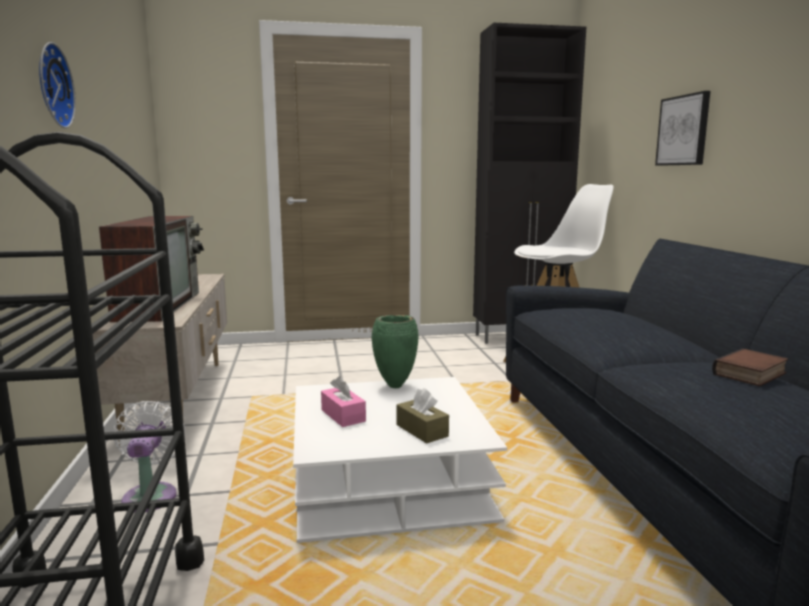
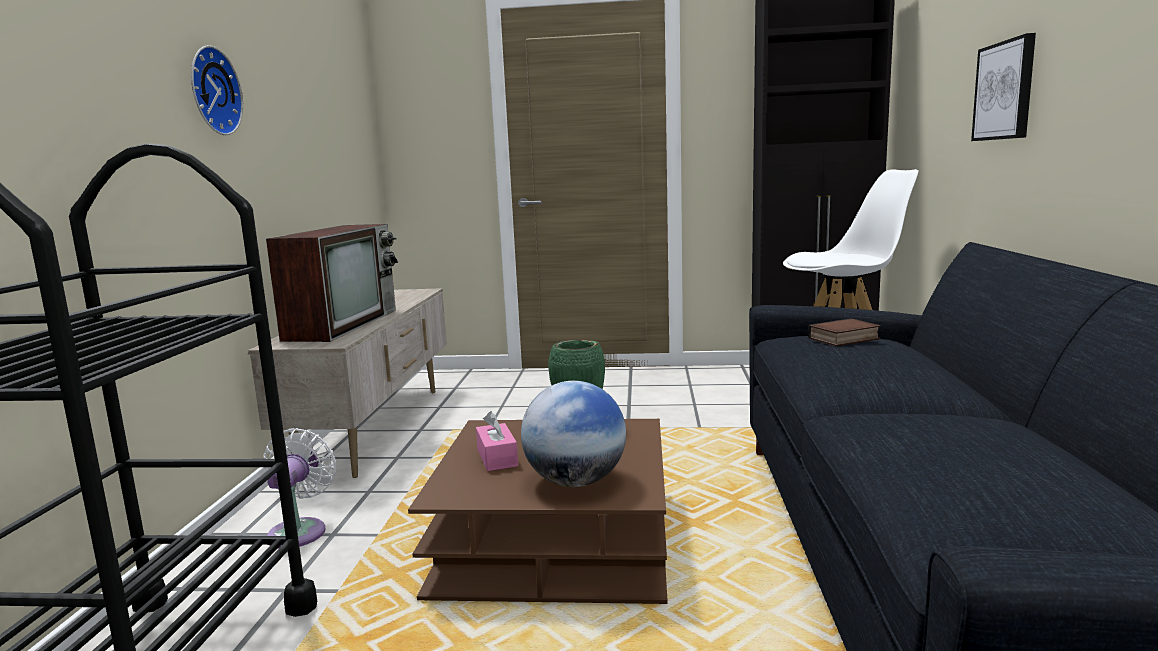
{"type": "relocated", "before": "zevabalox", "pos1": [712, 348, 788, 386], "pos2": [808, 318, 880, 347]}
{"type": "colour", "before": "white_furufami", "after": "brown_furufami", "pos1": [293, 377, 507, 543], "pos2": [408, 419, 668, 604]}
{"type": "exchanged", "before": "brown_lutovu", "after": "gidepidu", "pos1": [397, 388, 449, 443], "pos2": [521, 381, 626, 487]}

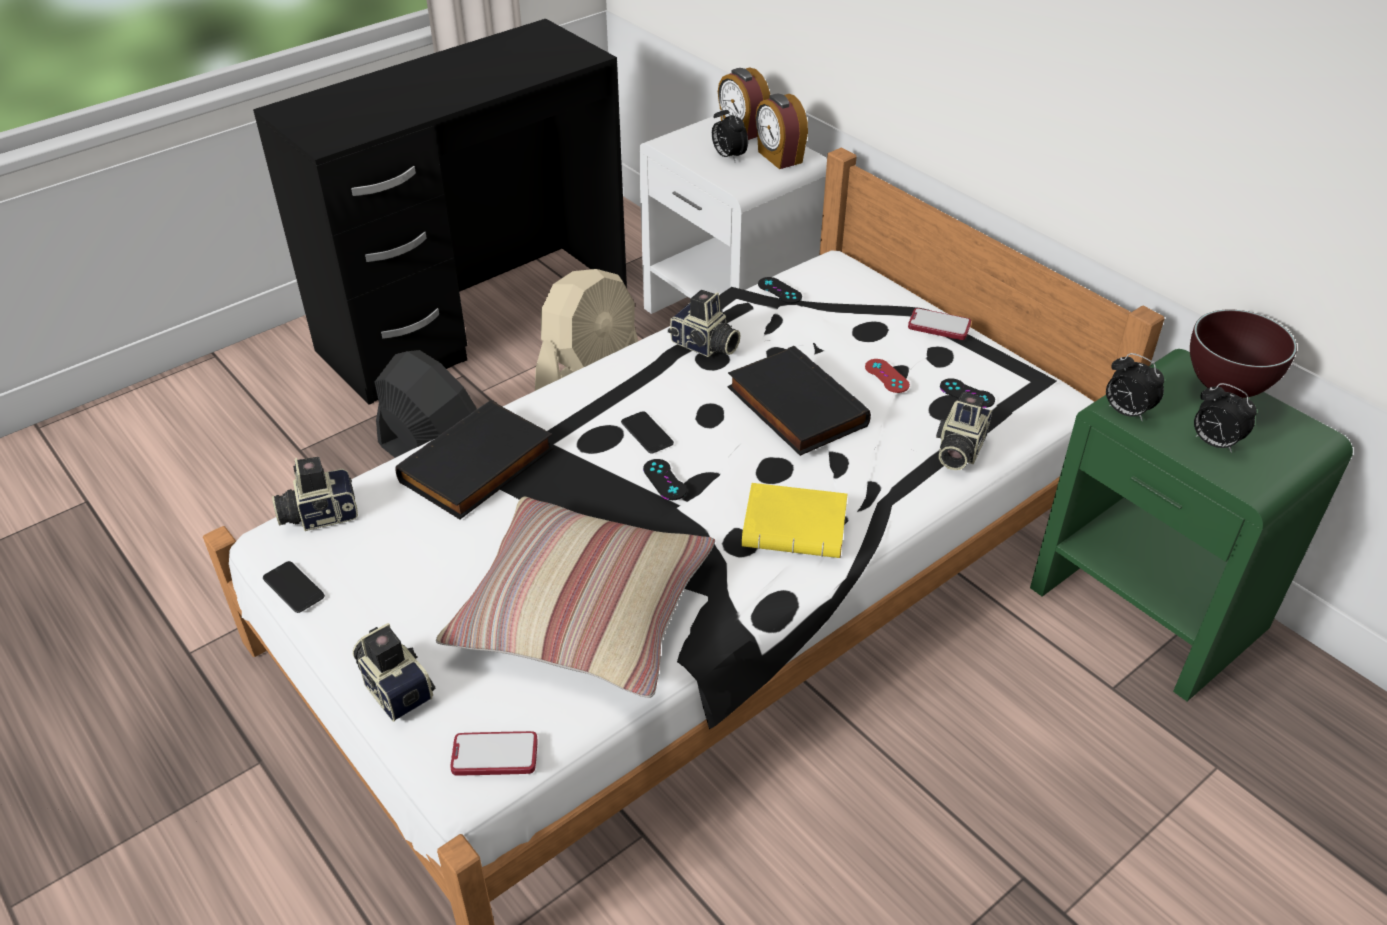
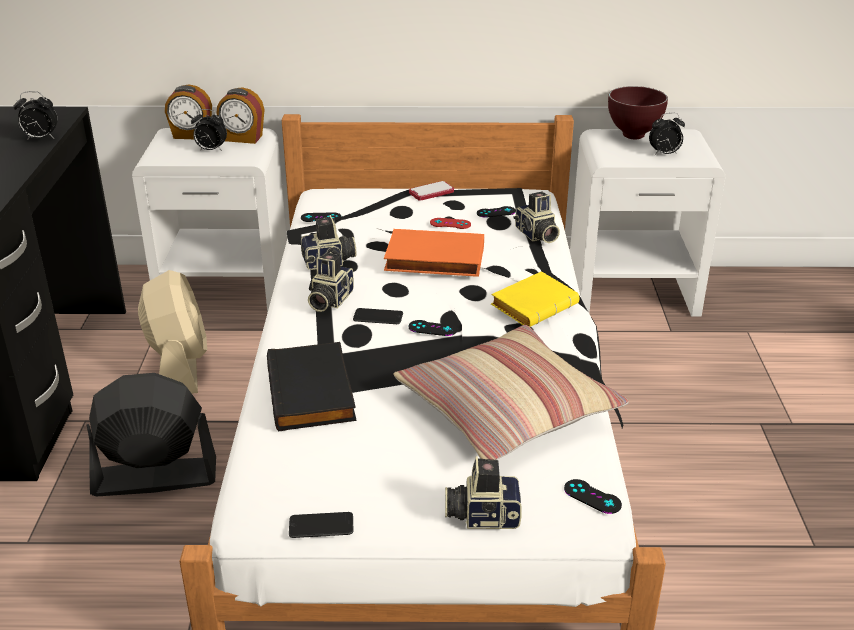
{"type": "colour", "before": "black_zevabalox", "after": "orange_zevabalox", "pos1": [728, 346, 871, 456], "pos2": [384, 229, 484, 277]}
{"type": "colour", "before": "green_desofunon", "after": "white_desofunon", "pos1": [1030, 349, 1353, 701], "pos2": [570, 129, 725, 317]}
{"type": "relocated", "before": "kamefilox", "pos1": [1106, 353, 1164, 422], "pos2": [13, 91, 58, 139]}
{"type": "relocated", "before": "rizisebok", "pos1": [272, 457, 358, 531], "pos2": [308, 253, 354, 312]}
{"type": "exchanged", "before": "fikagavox", "after": "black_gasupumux", "pos1": [450, 731, 538, 775], "pos2": [564, 479, 622, 514]}

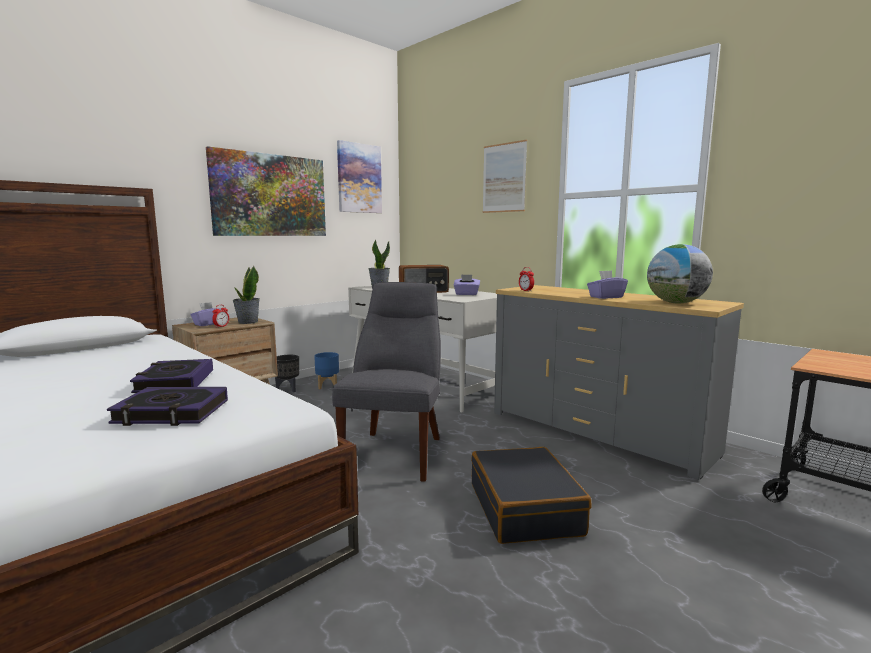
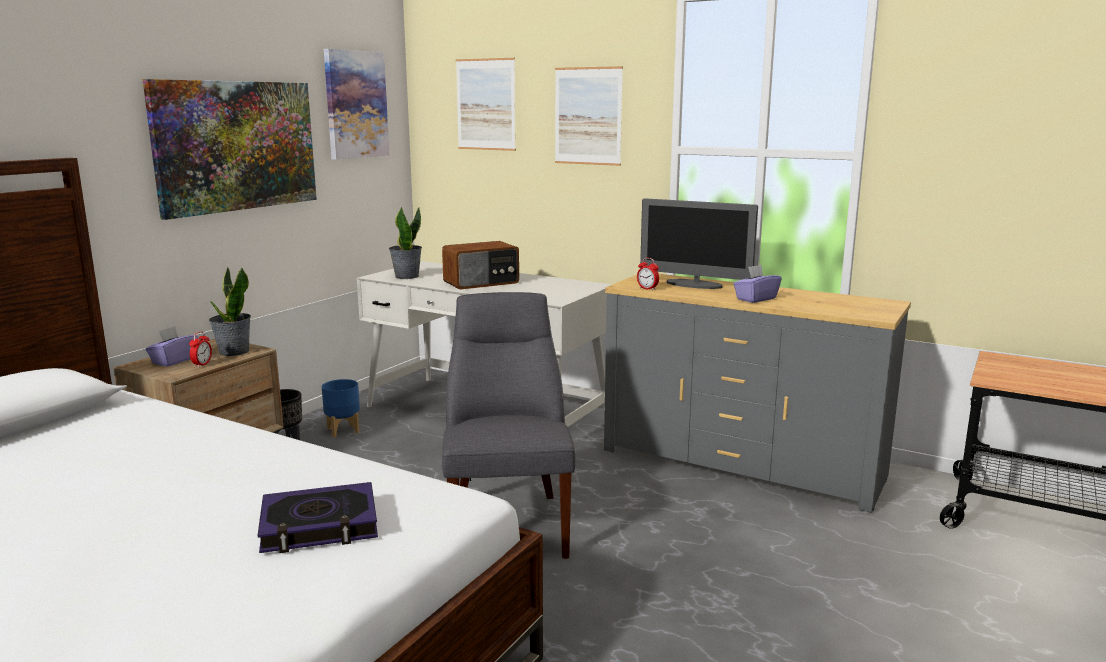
{"type": "missing", "before": "gidepidu", "pos1": [647, 244, 713, 304]}
{"type": "missing", "before": "purple_lutovu", "pos1": [454, 274, 480, 295]}
{"type": "missing", "before": "zevabalox", "pos1": [130, 359, 213, 393]}
{"type": "missing", "before": "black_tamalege", "pos1": [471, 447, 591, 544]}
{"type": "appeared", "after": "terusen", "pos2": [456, 58, 516, 151]}
{"type": "appeared", "after": "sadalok", "pos2": [640, 198, 758, 289]}

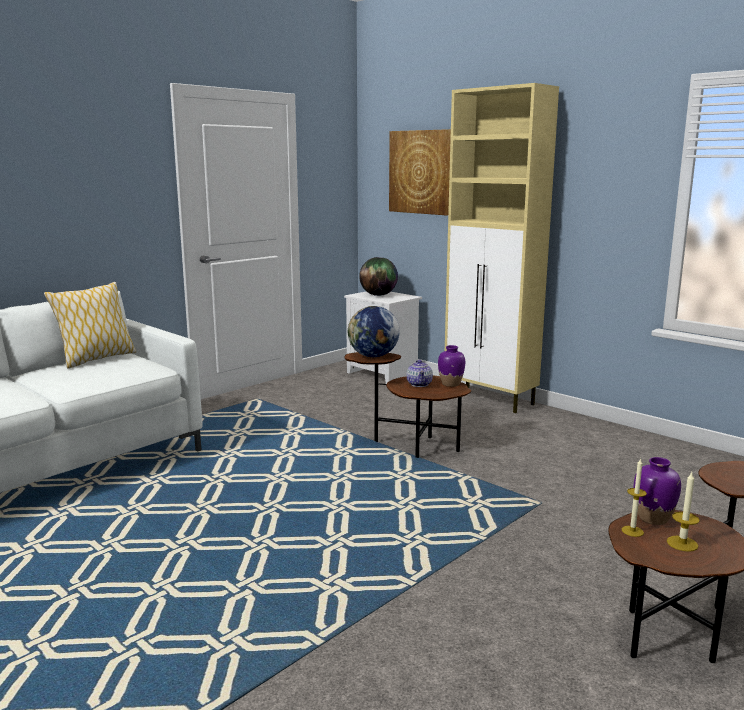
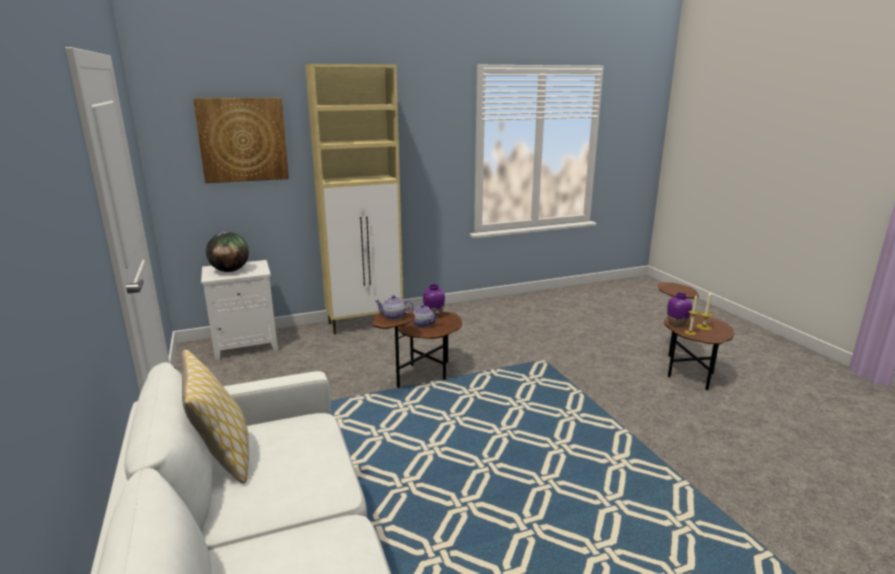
{"type": "exchanged", "before": "gidepidu", "after": "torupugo", "pos1": [348, 306, 400, 357], "pos2": [374, 295, 413, 320]}

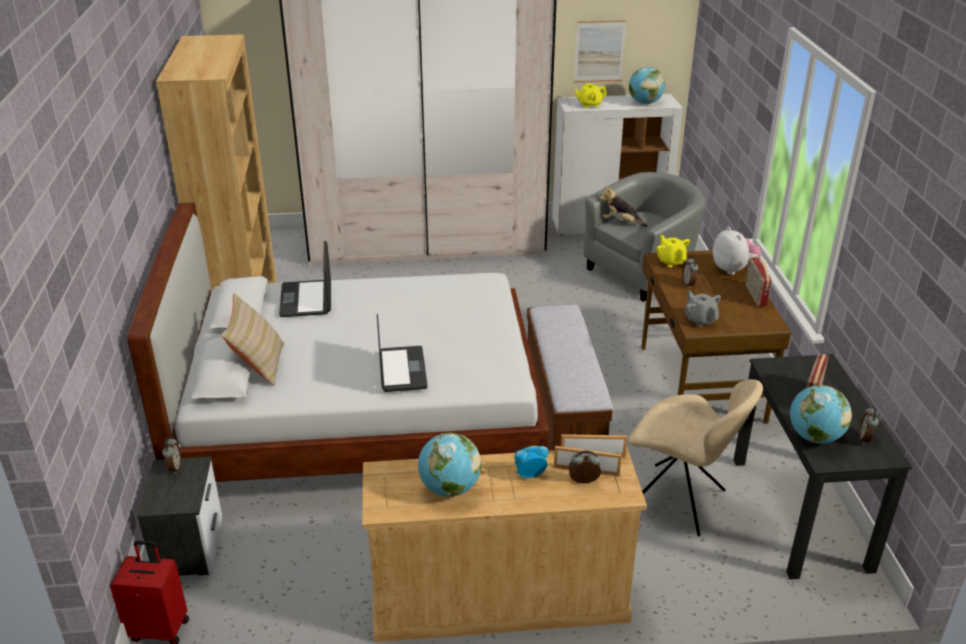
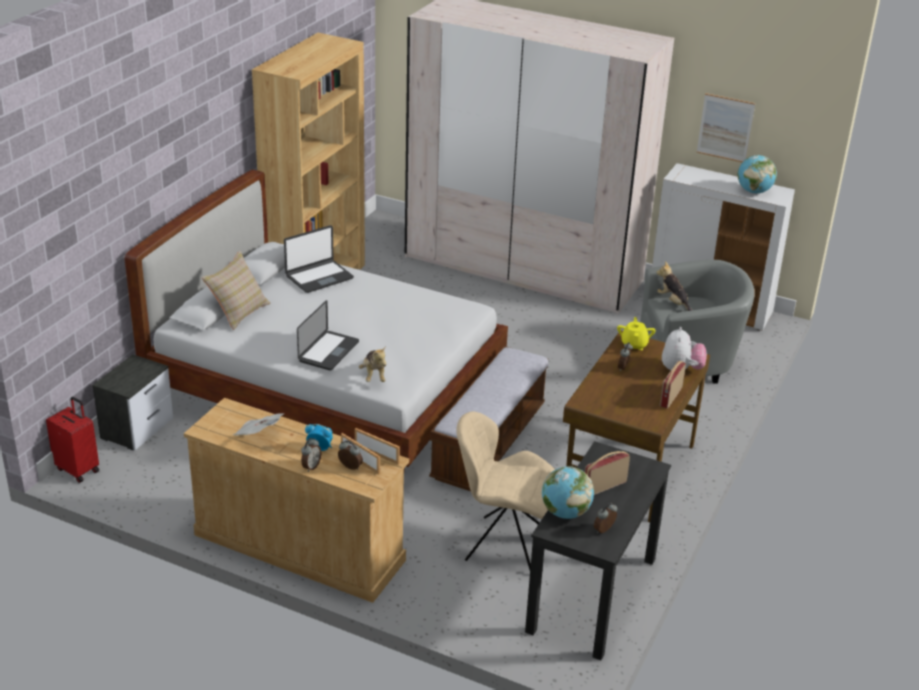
{"type": "missing", "before": "yellow_torupugo", "pos1": [574, 83, 607, 108]}
{"type": "spun", "before": "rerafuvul", "pos1": [279, 241, 331, 317], "pos2": [284, 225, 354, 293], "turn": -150}
{"type": "missing", "before": "grey_torupugo", "pos1": [685, 290, 721, 327]}
{"type": "spun", "before": "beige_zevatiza", "pos1": [629, 379, 763, 536], "pos2": [456, 411, 555, 570], "turn": 135}
{"type": "exchanged", "before": "gidepidu", "after": "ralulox", "pos1": [418, 433, 481, 497], "pos2": [233, 413, 283, 436]}
{"type": "relocated", "before": "kamefilox", "pos1": [162, 437, 182, 474], "pos2": [301, 438, 321, 472]}
{"type": "appeared", "after": "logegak", "pos2": [359, 346, 386, 382]}

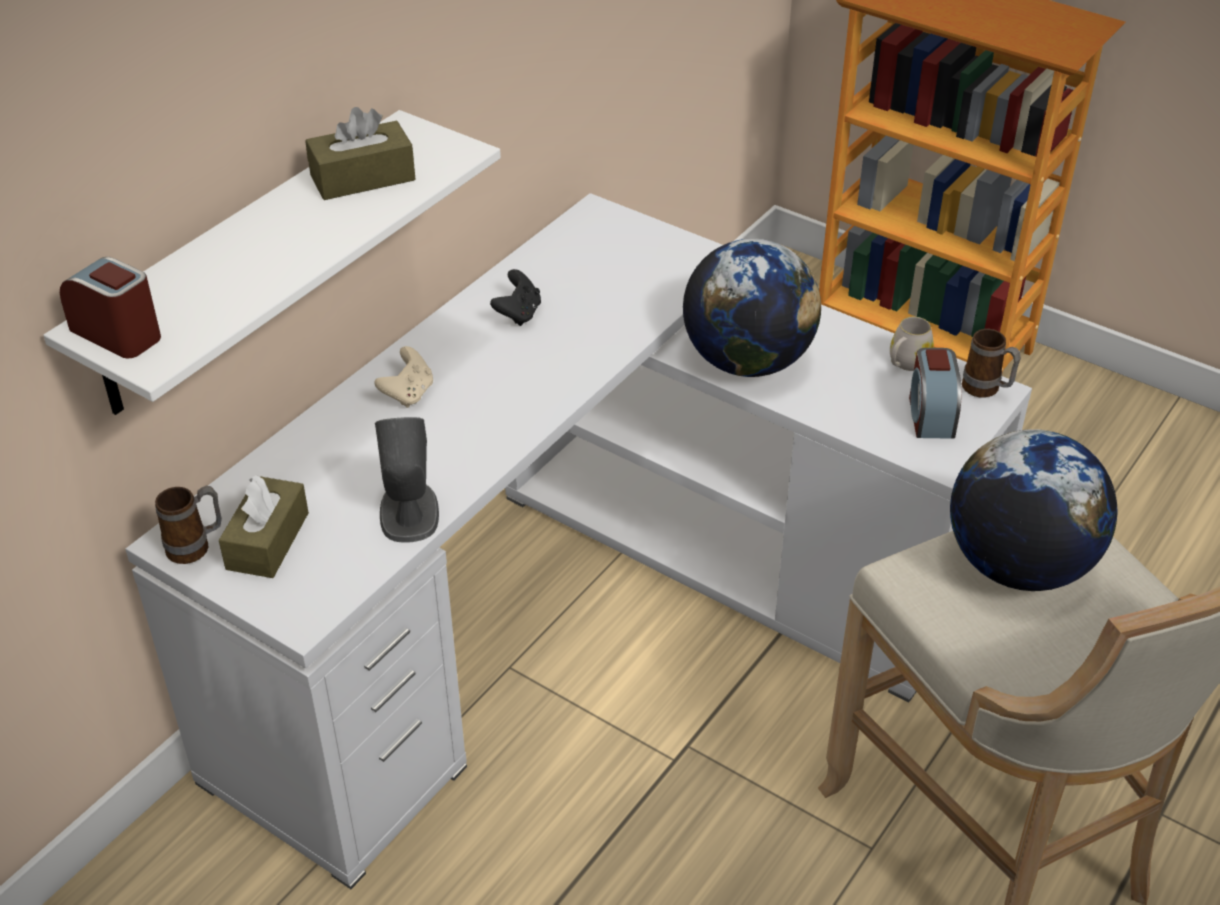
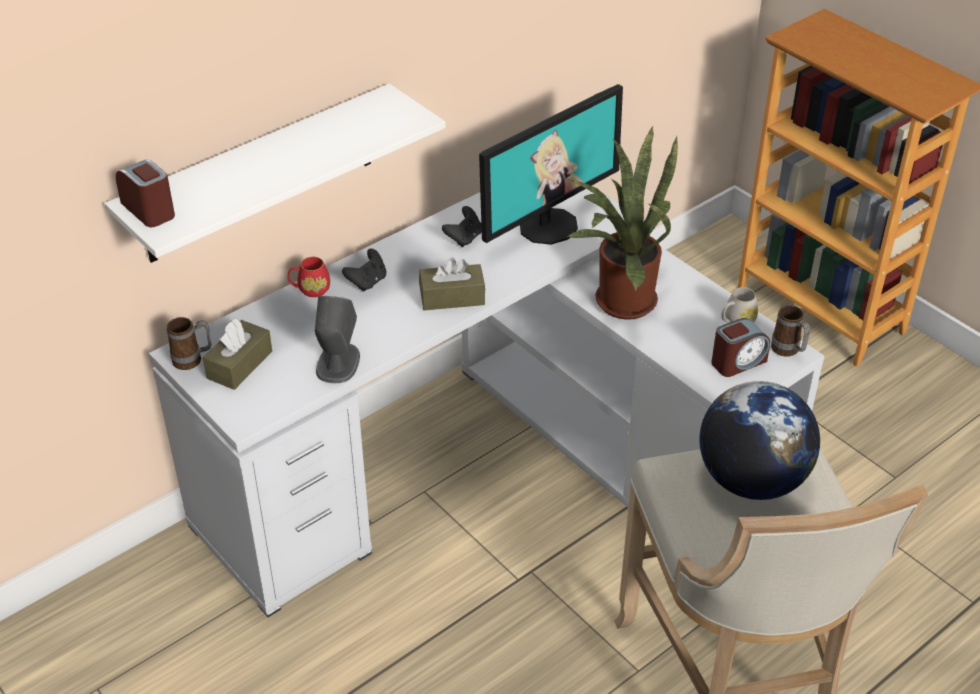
{"type": "relocated", "before": "brown_lutovu", "pos1": [305, 107, 415, 200], "pos2": [419, 257, 485, 310]}
{"type": "exchanged", "before": "gidepidu", "after": "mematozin", "pos1": [683, 239, 821, 377], "pos2": [565, 125, 678, 319]}
{"type": "colour", "before": "beige_gasupumux", "after": "black_gasupumux", "pos1": [374, 346, 433, 408], "pos2": [342, 249, 386, 292]}
{"type": "spun", "before": "kamefilox", "pos1": [909, 348, 962, 439], "pos2": [711, 318, 770, 377], "turn": -135}
{"type": "appeared", "after": "sadalok", "pos2": [479, 84, 623, 245]}
{"type": "appeared", "after": "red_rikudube", "pos2": [288, 257, 330, 297]}

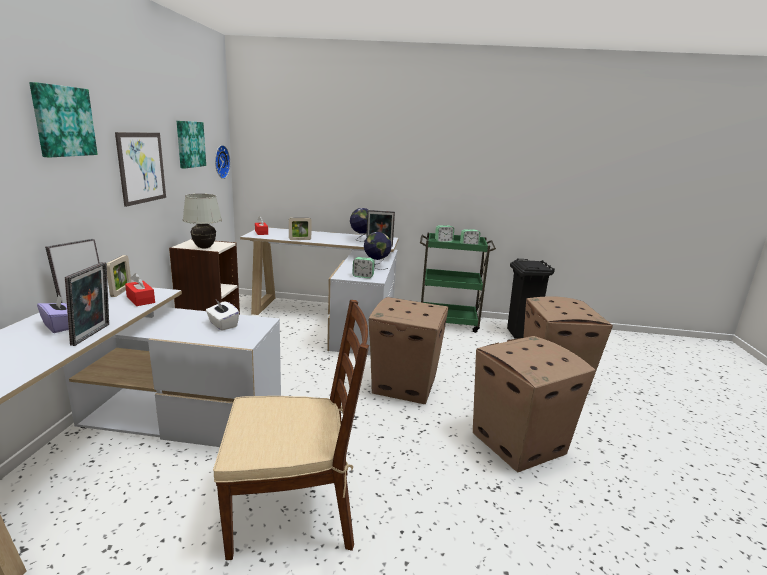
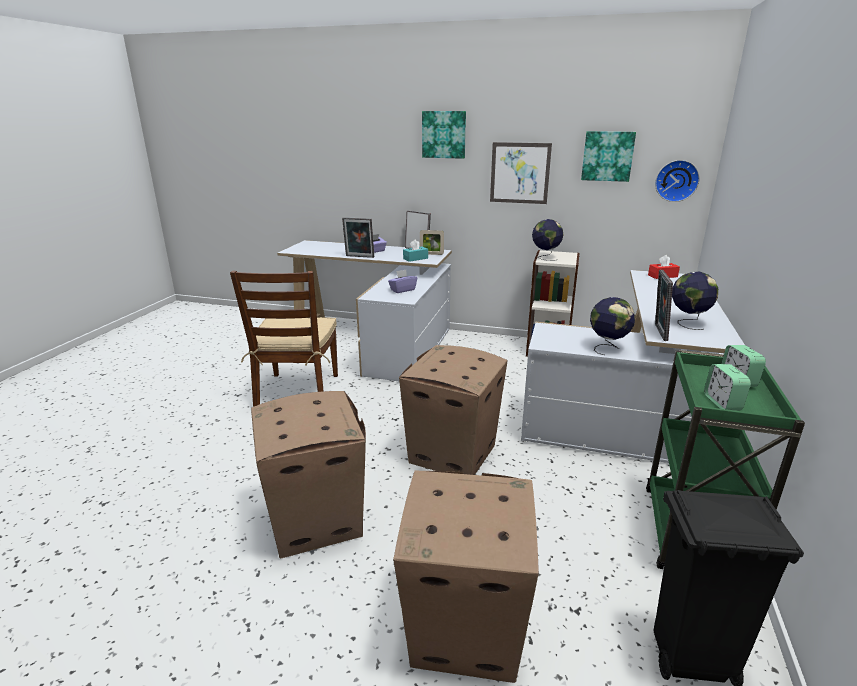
{"type": "exchanged", "before": "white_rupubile", "after": "gidepidu", "pos1": [183, 194, 222, 248], "pos2": [532, 219, 563, 261]}
{"type": "missing", "before": "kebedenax", "pos1": [289, 218, 311, 240]}
{"type": "missing", "before": "kamefilox", "pos1": [352, 257, 375, 278]}
{"type": "colour", "before": "red_lutovu", "after": "turquoise_lutovu", "pos1": [125, 273, 155, 306], "pos2": [403, 239, 428, 262]}
{"type": "colour", "before": "white_lutovu", "after": "purple_lutovu", "pos1": [206, 300, 239, 331], "pos2": [388, 270, 417, 293]}

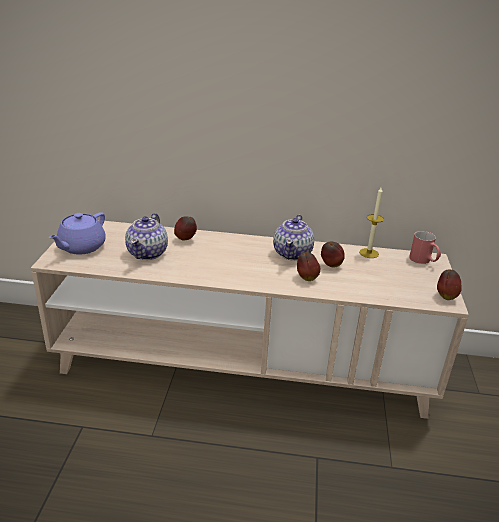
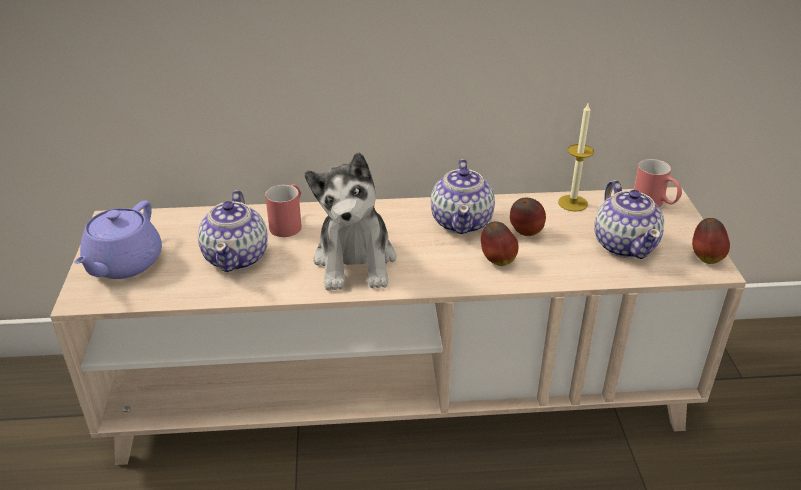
{"type": "exchanged", "before": "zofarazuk", "after": "red_rikudube", "pos1": [174, 216, 197, 240], "pos2": [265, 184, 302, 237]}
{"type": "appeared", "after": "logegak", "pos2": [305, 152, 396, 291]}
{"type": "appeared", "after": "torupugo", "pos2": [594, 180, 664, 259]}

